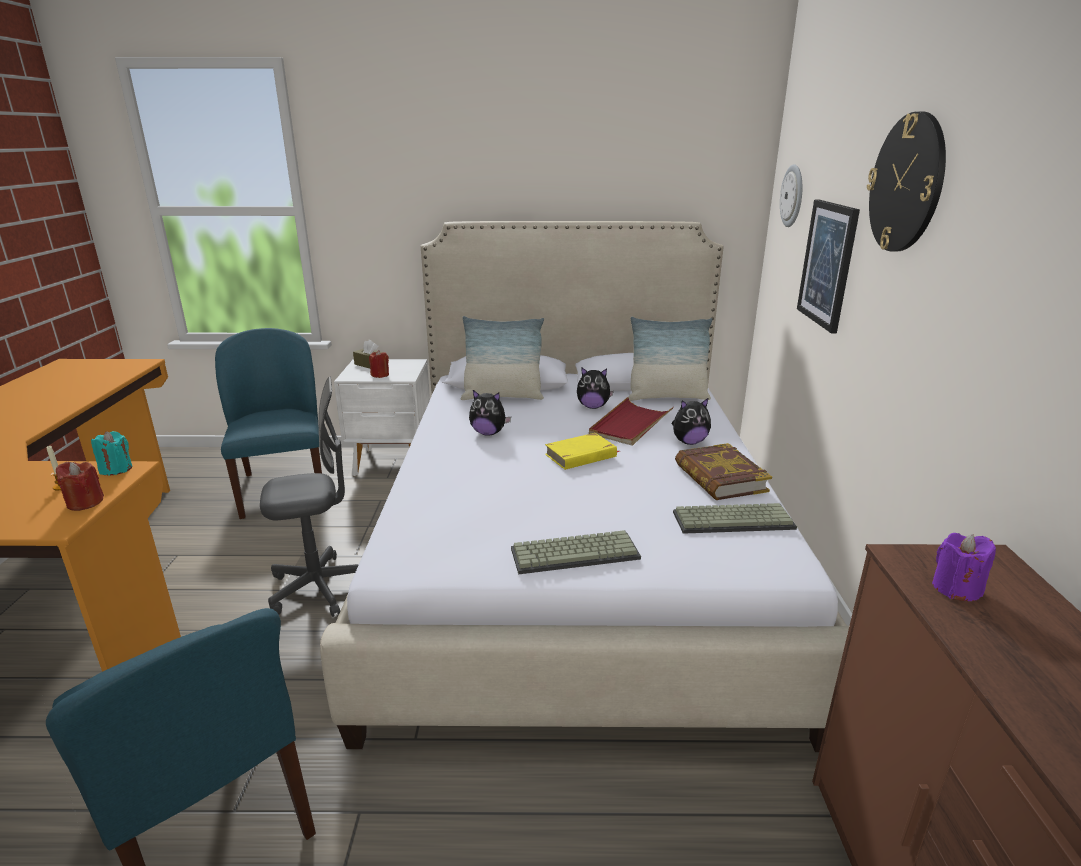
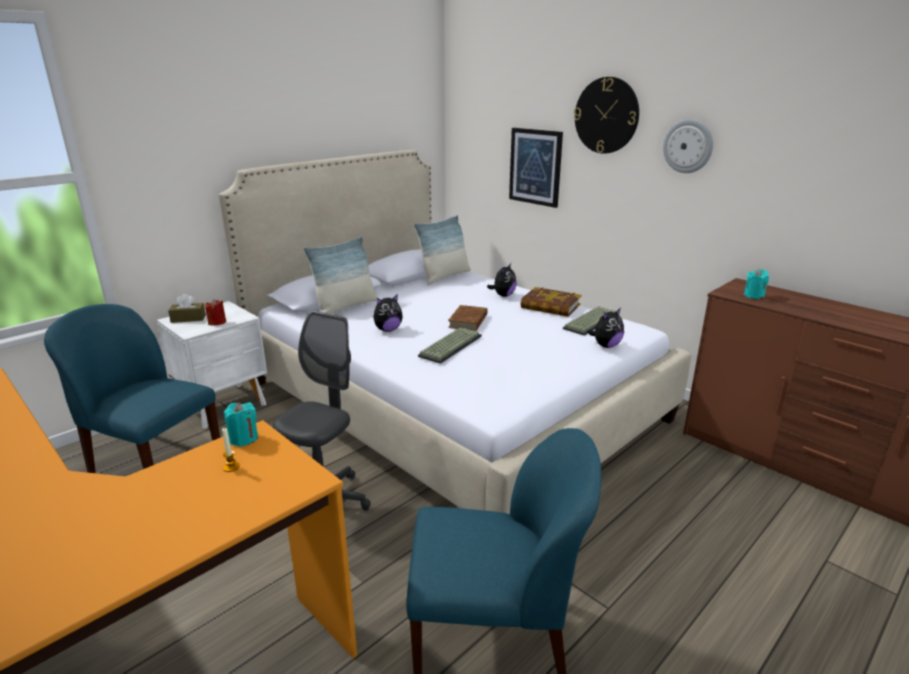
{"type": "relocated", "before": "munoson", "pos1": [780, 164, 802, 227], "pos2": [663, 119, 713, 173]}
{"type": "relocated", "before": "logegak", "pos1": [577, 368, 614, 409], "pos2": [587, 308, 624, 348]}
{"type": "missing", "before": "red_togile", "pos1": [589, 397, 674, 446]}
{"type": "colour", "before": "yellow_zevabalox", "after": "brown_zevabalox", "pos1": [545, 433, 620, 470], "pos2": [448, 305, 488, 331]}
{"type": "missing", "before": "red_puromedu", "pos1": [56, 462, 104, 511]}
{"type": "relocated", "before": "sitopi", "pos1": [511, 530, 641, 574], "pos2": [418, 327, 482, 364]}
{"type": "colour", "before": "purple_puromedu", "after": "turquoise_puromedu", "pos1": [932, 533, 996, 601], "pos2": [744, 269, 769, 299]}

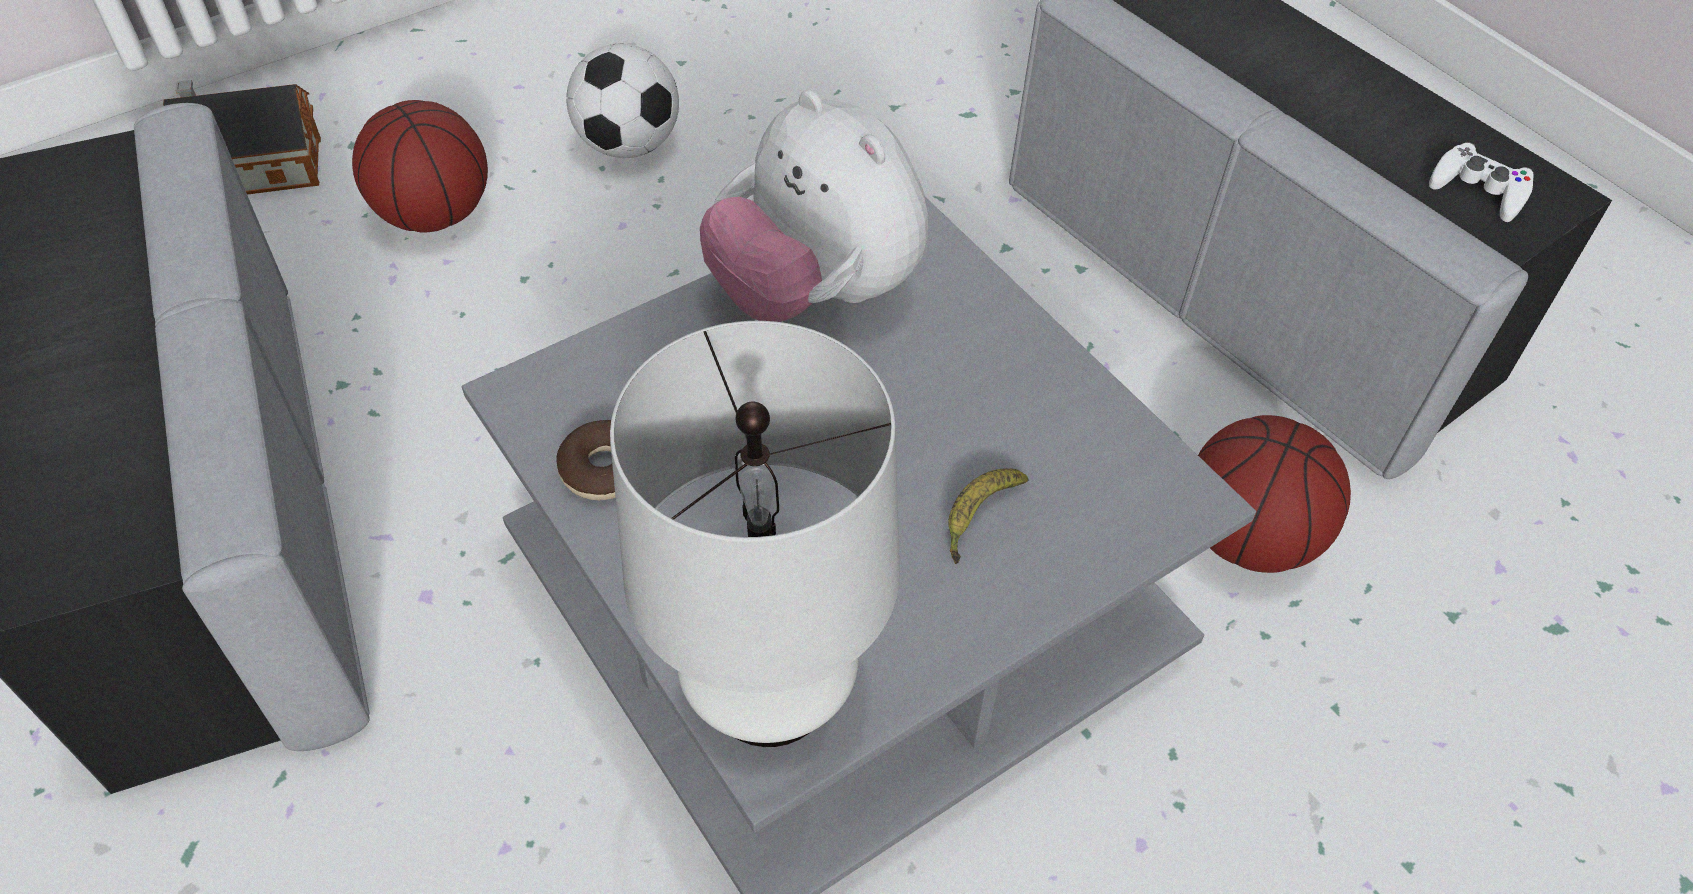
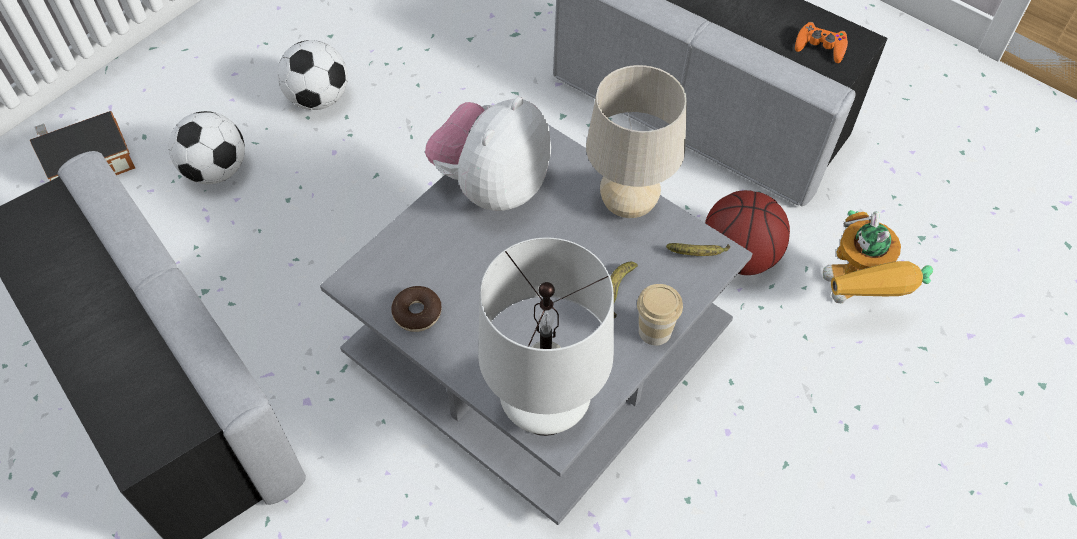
{"type": "spun", "before": "logegak", "pos1": [700, 90, 928, 322], "pos2": [425, 97, 551, 211], "turn": 90}
{"type": "exchanged", "before": "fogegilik", "after": "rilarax", "pos1": [352, 100, 488, 233], "pos2": [169, 111, 245, 184]}
{"type": "colour", "before": "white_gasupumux", "after": "orange_gasupumux", "pos1": [1429, 142, 1534, 222], "pos2": [795, 22, 848, 63]}
{"type": "appeared", "after": "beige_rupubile", "pos2": [586, 65, 687, 218]}
{"type": "appeared", "after": "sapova", "pos2": [823, 210, 933, 303]}
{"type": "appeared", "after": "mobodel", "pos2": [666, 243, 730, 256]}
{"type": "appeared", "after": "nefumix", "pos2": [637, 284, 683, 345]}

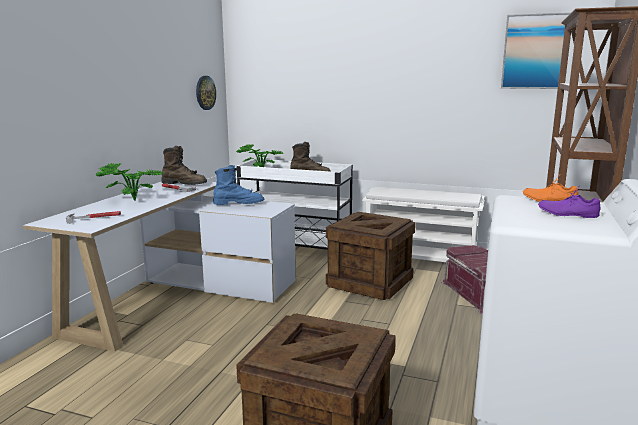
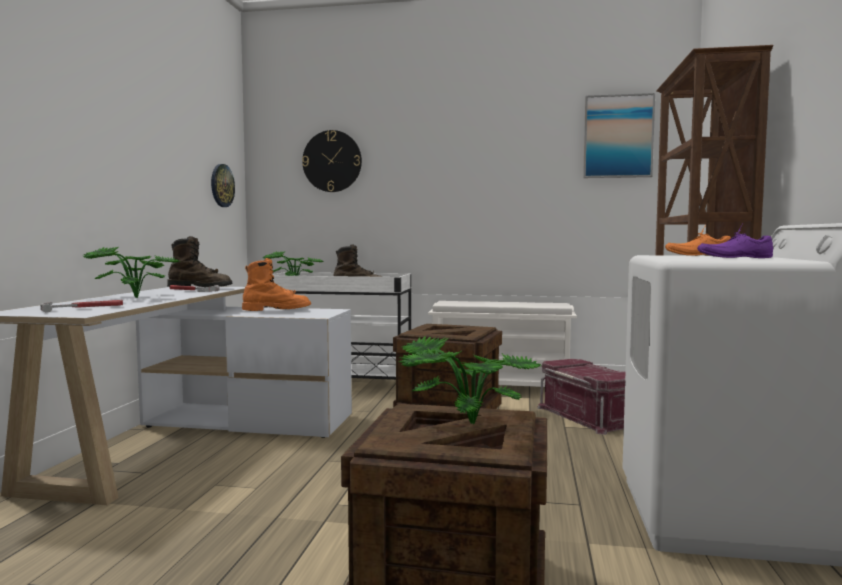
{"type": "colour", "before": "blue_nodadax", "after": "orange_nodadax", "pos1": [213, 165, 264, 205], "pos2": [242, 258, 311, 311]}
{"type": "appeared", "after": "munoson", "pos2": [302, 130, 362, 192]}
{"type": "appeared", "after": "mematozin", "pos2": [399, 336, 541, 425]}

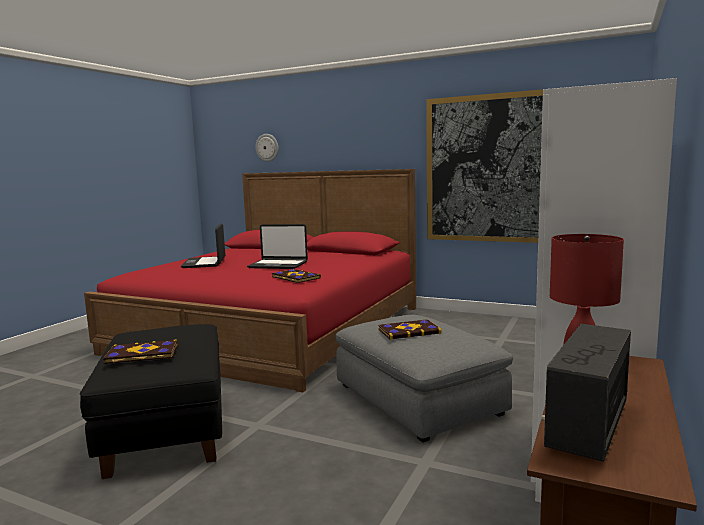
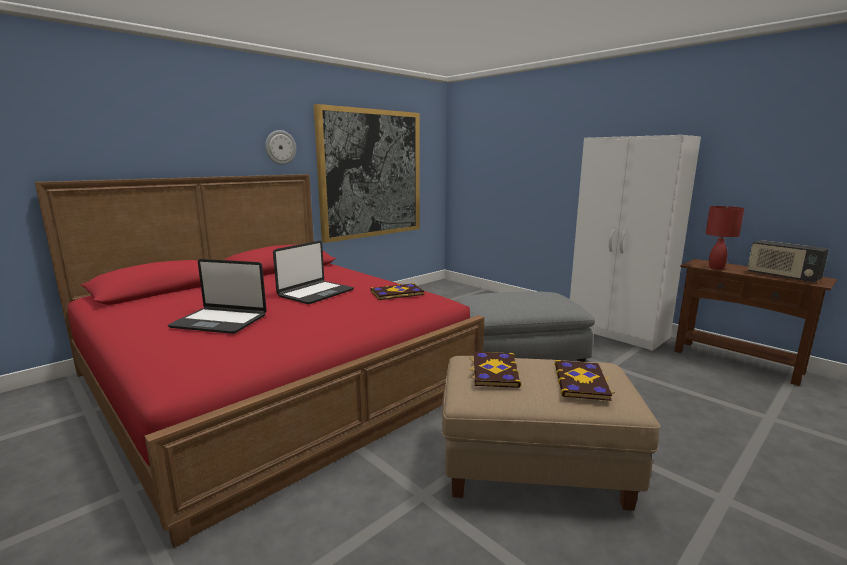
{"type": "relocated", "before": "munoson", "pos1": [255, 134, 279, 162], "pos2": [265, 130, 296, 165]}
{"type": "relocated", "before": "zevabalox", "pos1": [378, 319, 441, 340], "pos2": [469, 352, 521, 388]}
{"type": "colour", "before": "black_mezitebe", "after": "beige_mezitebe", "pos1": [80, 324, 222, 479], "pos2": [442, 356, 661, 511]}

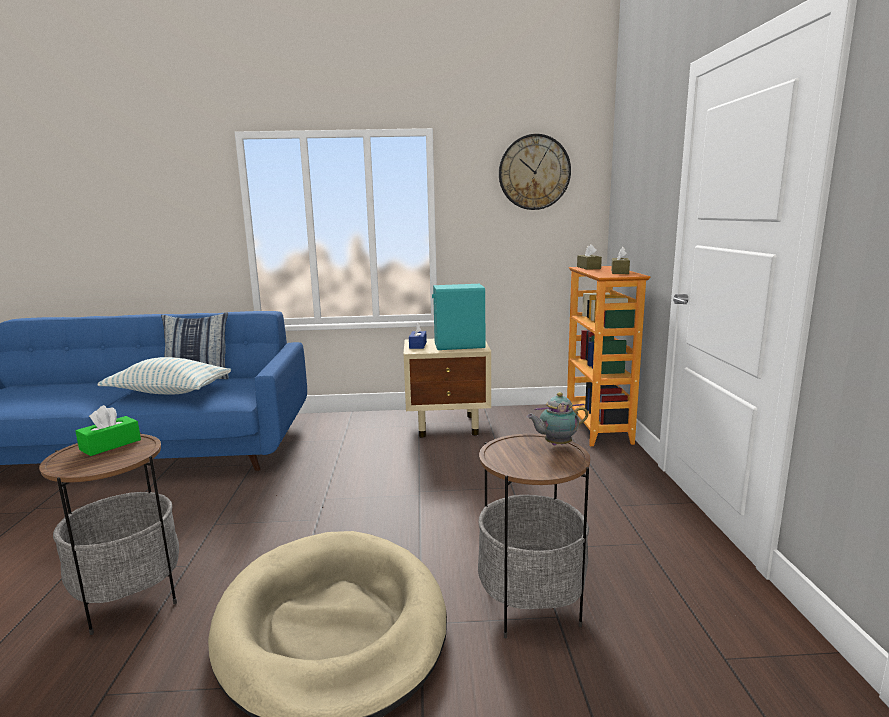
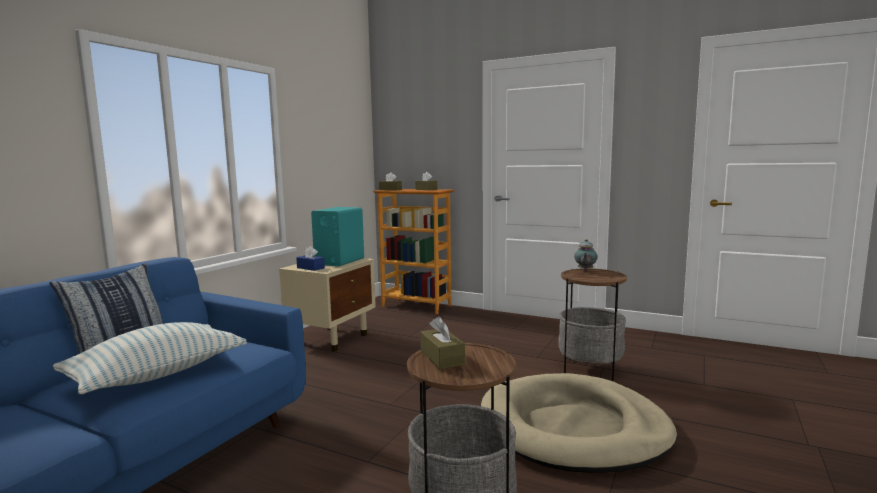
{"type": "missing", "before": "munoson", "pos1": [499, 134, 571, 210]}
{"type": "colour", "before": "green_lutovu", "after": "brown_lutovu", "pos1": [75, 405, 141, 456], "pos2": [421, 316, 465, 370]}

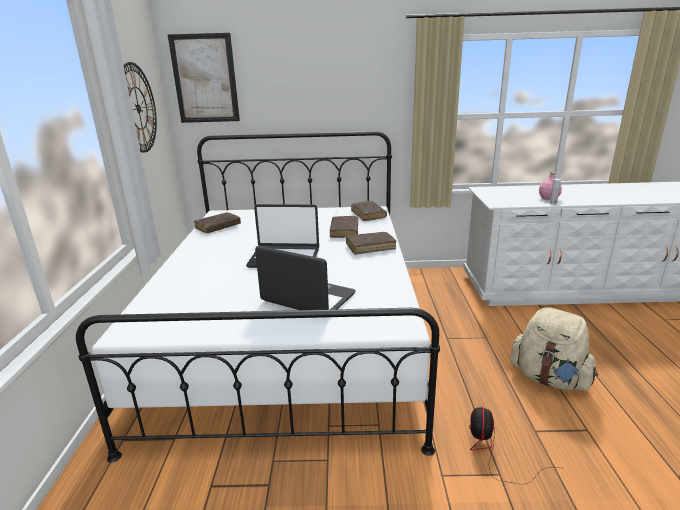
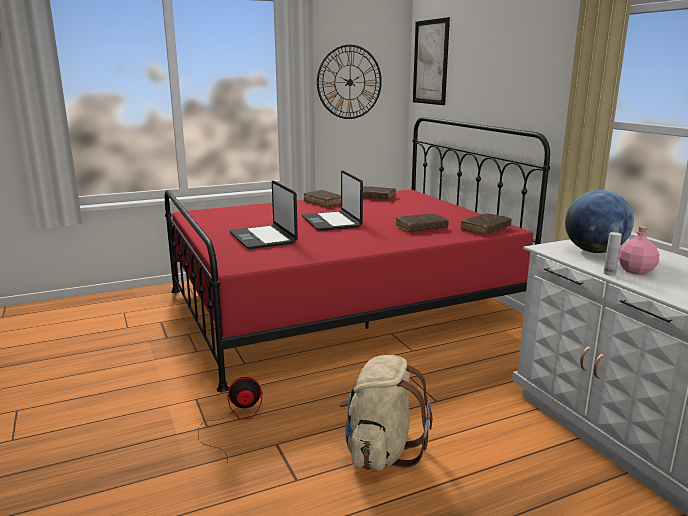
{"type": "colour", "before": "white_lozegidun", "after": "red_lozegidun", "pos1": [76, 131, 440, 463], "pos2": [165, 117, 550, 392]}
{"type": "relocated", "before": "brown_zevabalox", "pos1": [346, 232, 397, 255], "pos2": [304, 190, 341, 207]}
{"type": "spun", "before": "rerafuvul", "pos1": [255, 246, 356, 310], "pos2": [230, 181, 298, 249], "turn": 150}
{"type": "appeared", "after": "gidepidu", "pos2": [565, 190, 634, 253]}

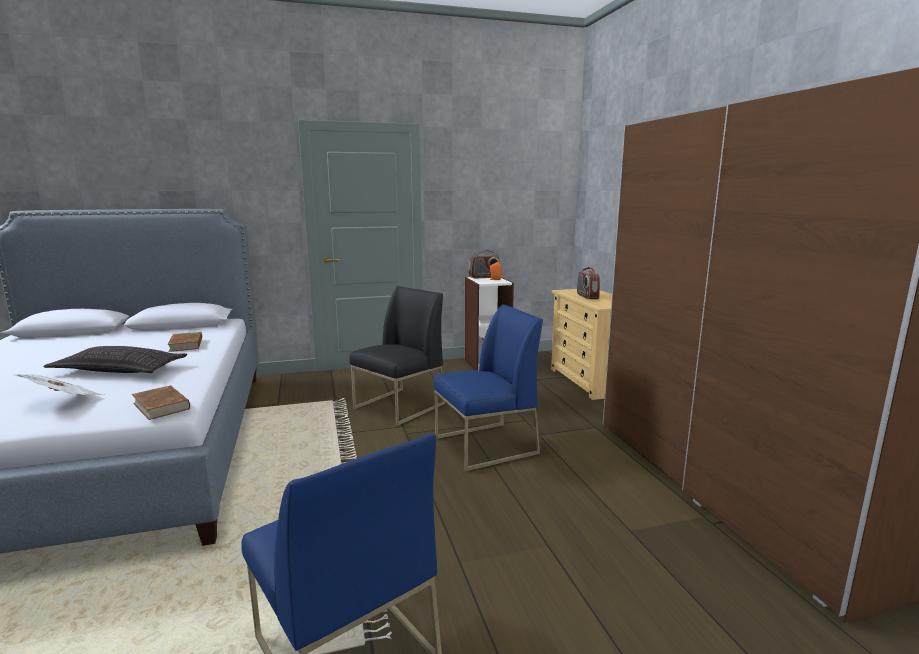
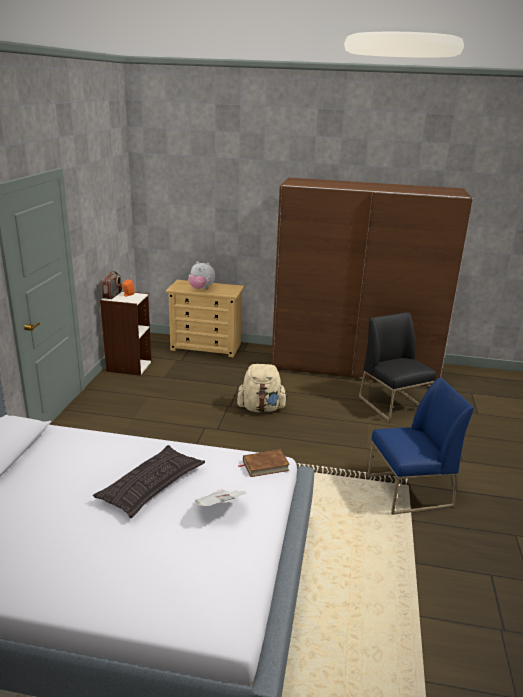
{"type": "exchanged", "before": "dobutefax", "after": "logegak", "pos1": [577, 267, 600, 299], "pos2": [188, 261, 215, 289]}
{"type": "relocated", "before": "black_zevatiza", "pos1": [349, 286, 446, 426], "pos2": [359, 312, 436, 422]}
{"type": "exchanged", "before": "blue_zevatiza", "after": "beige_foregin", "pos1": [433, 304, 543, 471], "pos2": [237, 364, 288, 412]}
{"type": "missing", "before": "brown_zevabalox", "pos1": [167, 332, 202, 352]}

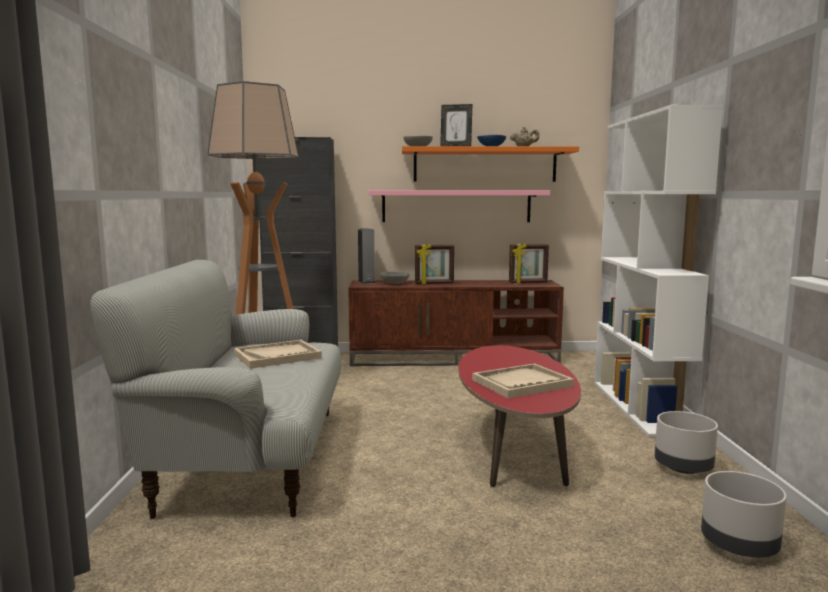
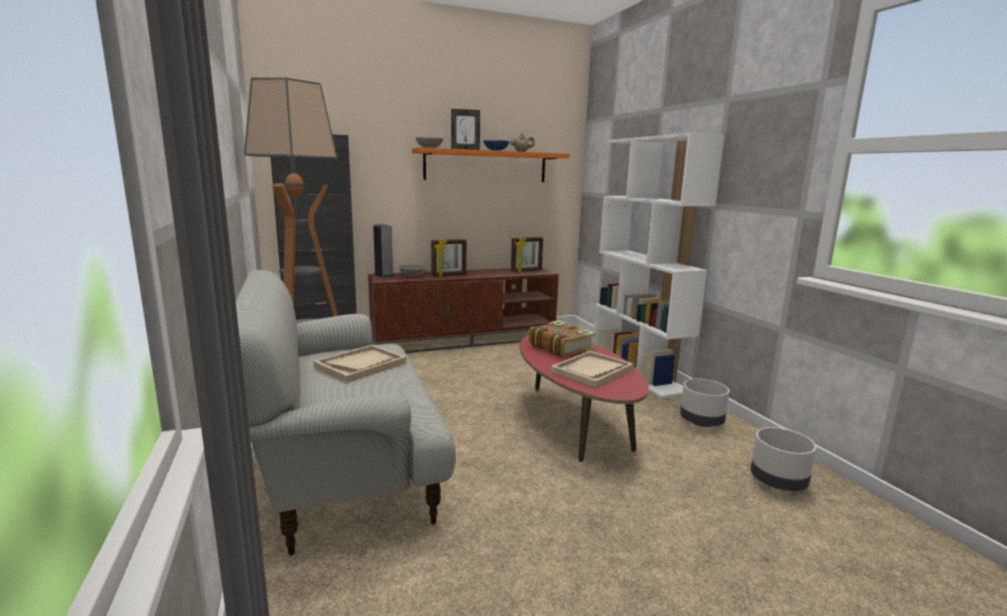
{"type": "missing", "before": "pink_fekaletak", "pos1": [369, 190, 550, 222]}
{"type": "appeared", "after": "zevabalox", "pos2": [529, 320, 595, 357]}

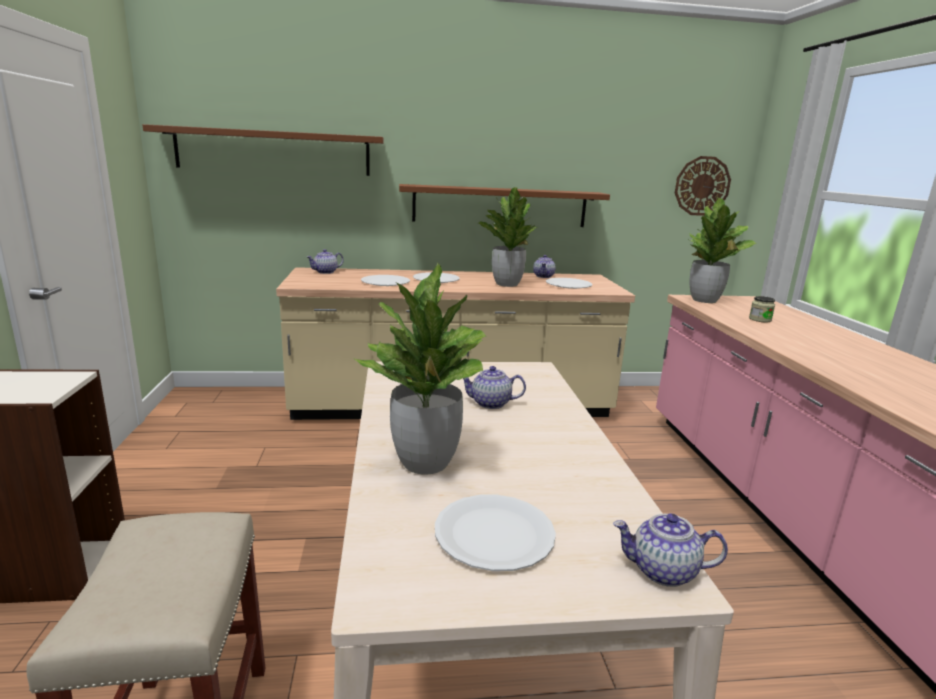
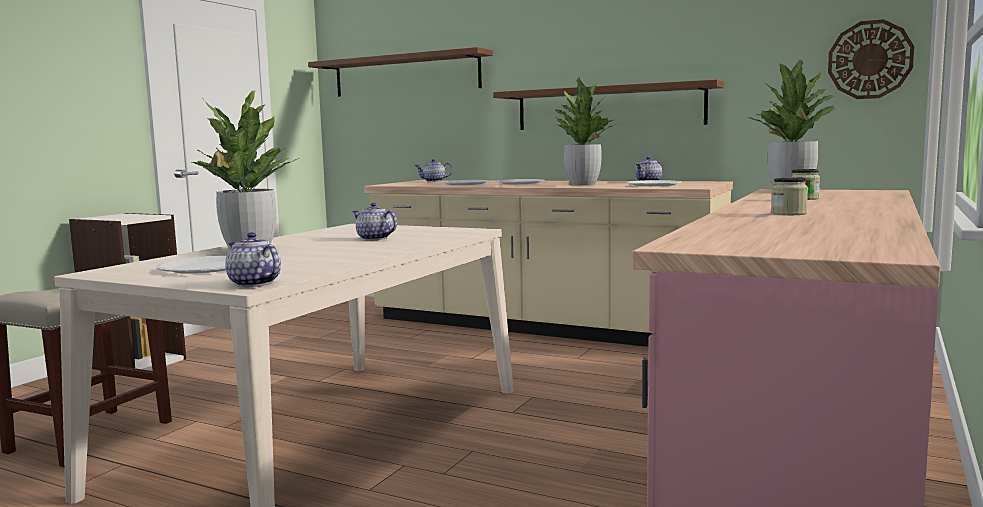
{"type": "appeared", "after": "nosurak", "pos2": [771, 177, 808, 215]}

